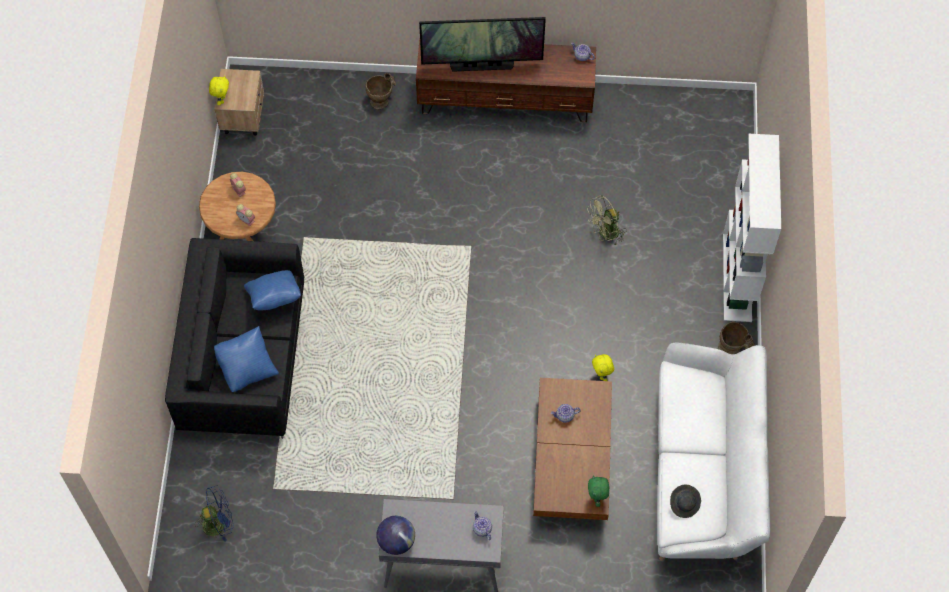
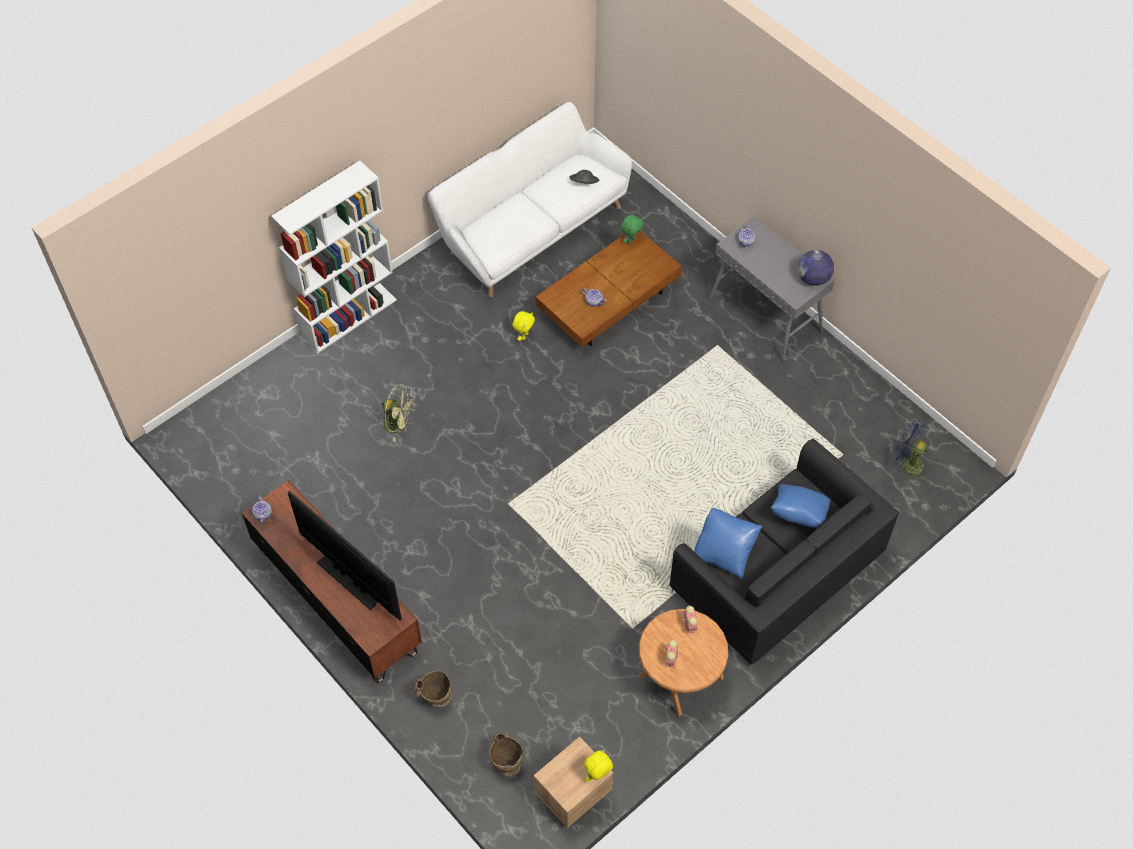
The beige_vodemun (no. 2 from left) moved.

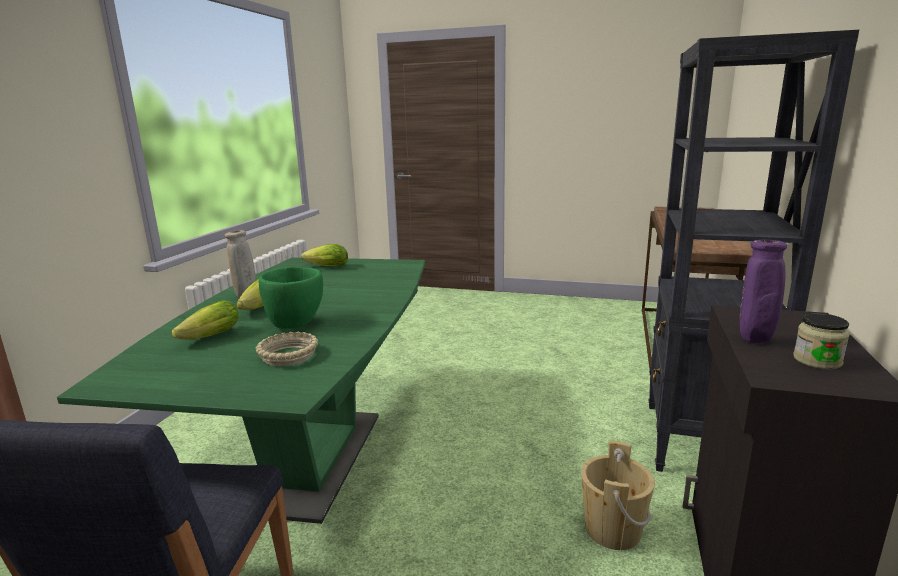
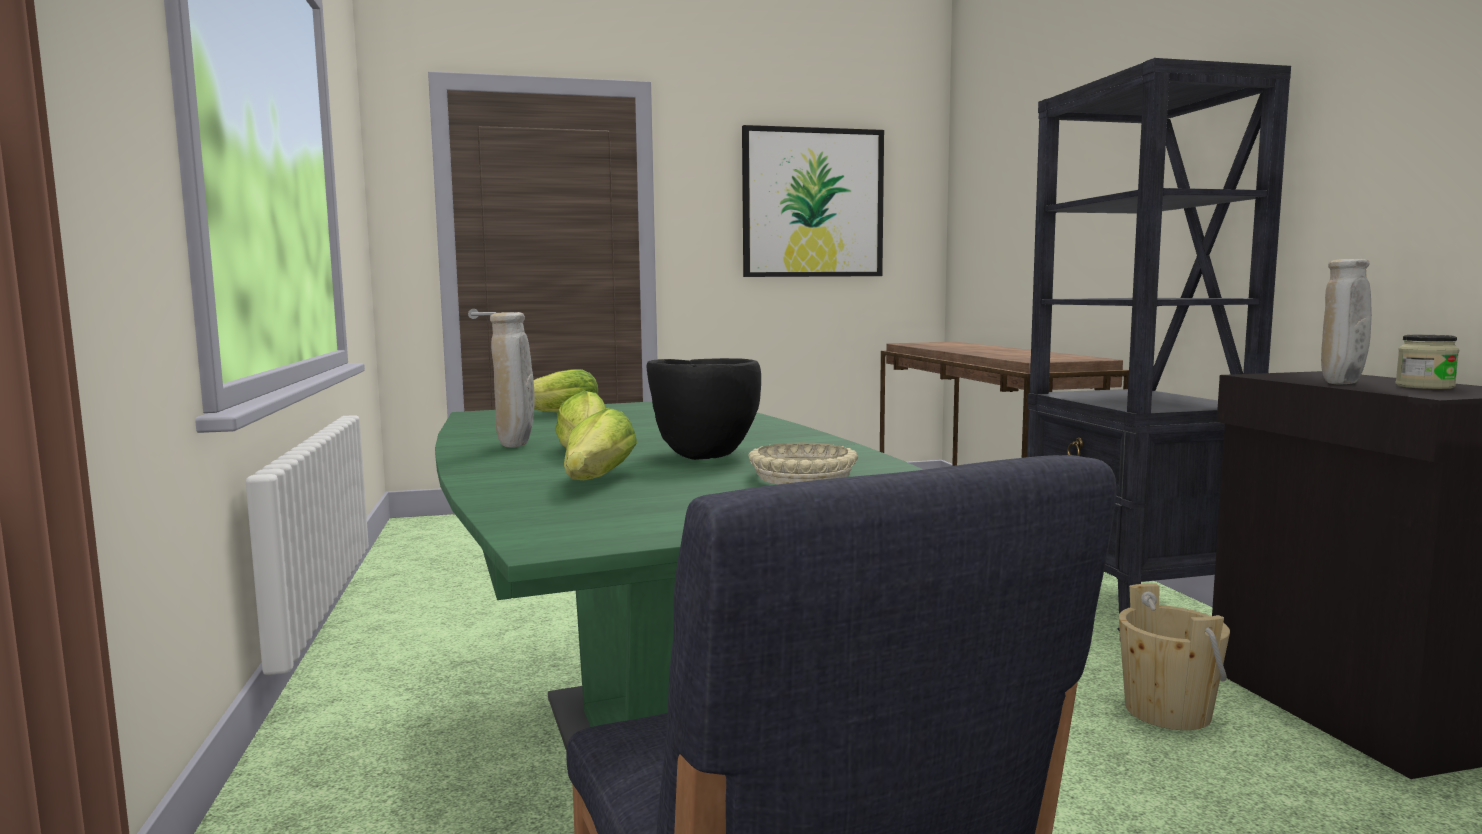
The purple_vodemun became the beige_vodemun (no. 2 from left).
The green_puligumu became the black_puligumu.
The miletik appeared.

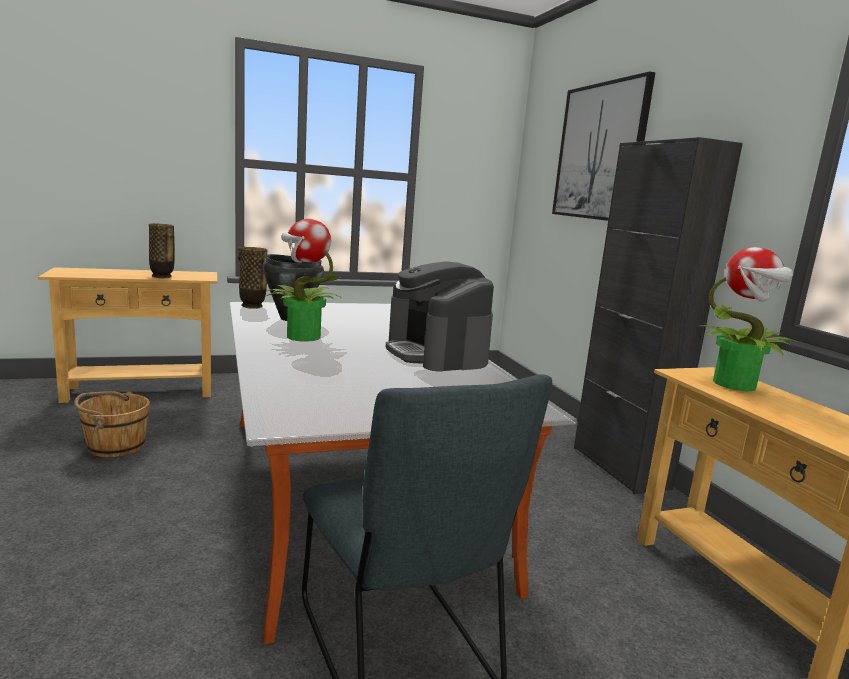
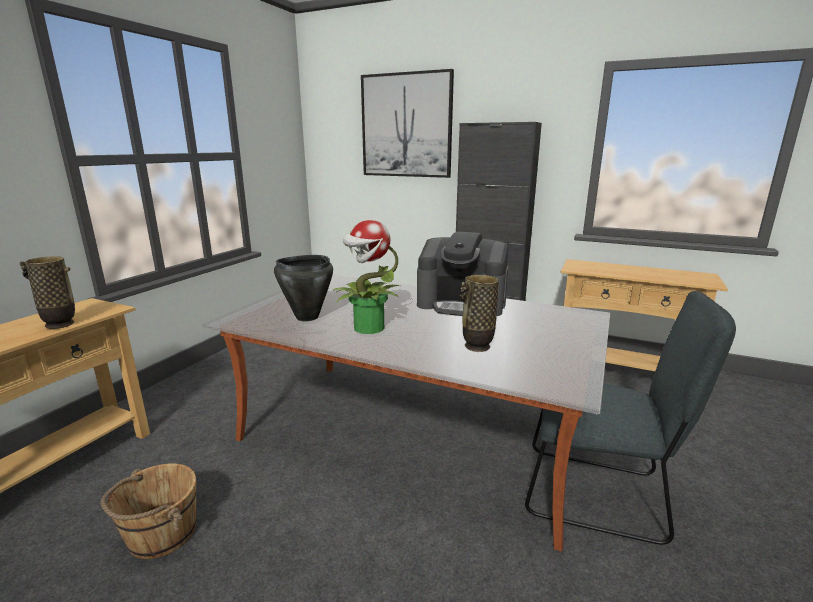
The vodemun (no. 2 from left) moved.
The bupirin (no. 2 from left) disappeared.

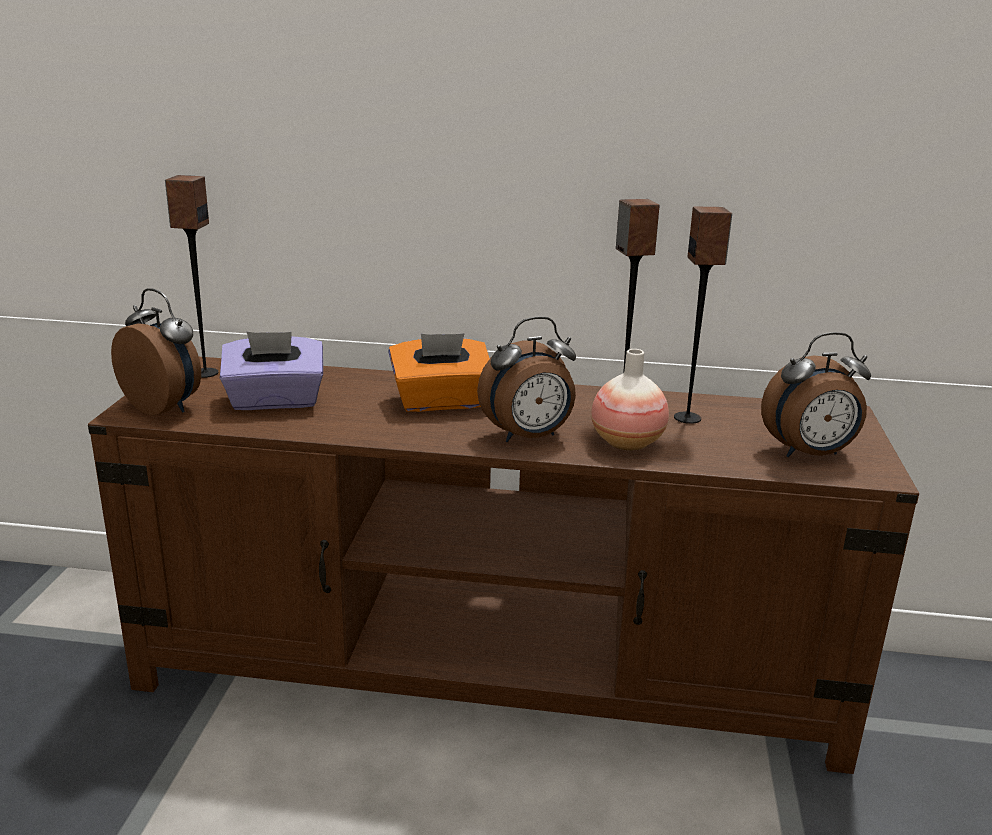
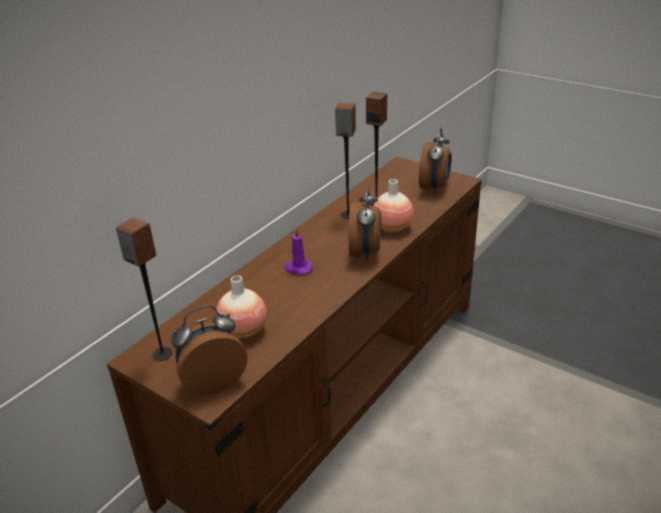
The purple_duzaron was replaced by the vodemun (no. 1 from left).
The orange_duzaron was replaced by the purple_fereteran.

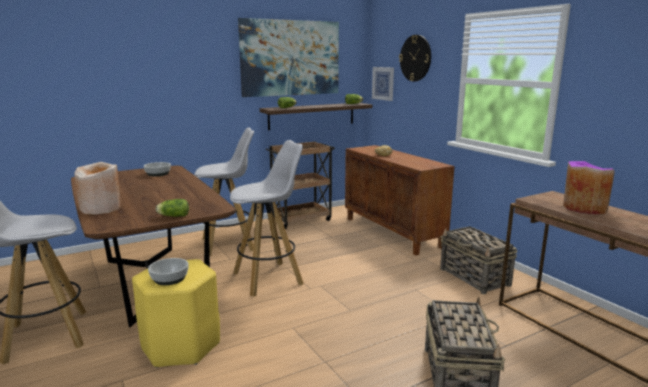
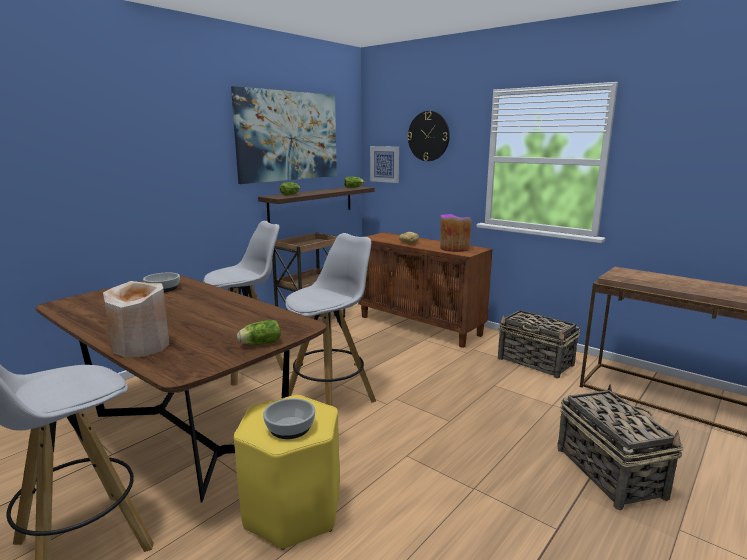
The purple_vodemun moved.

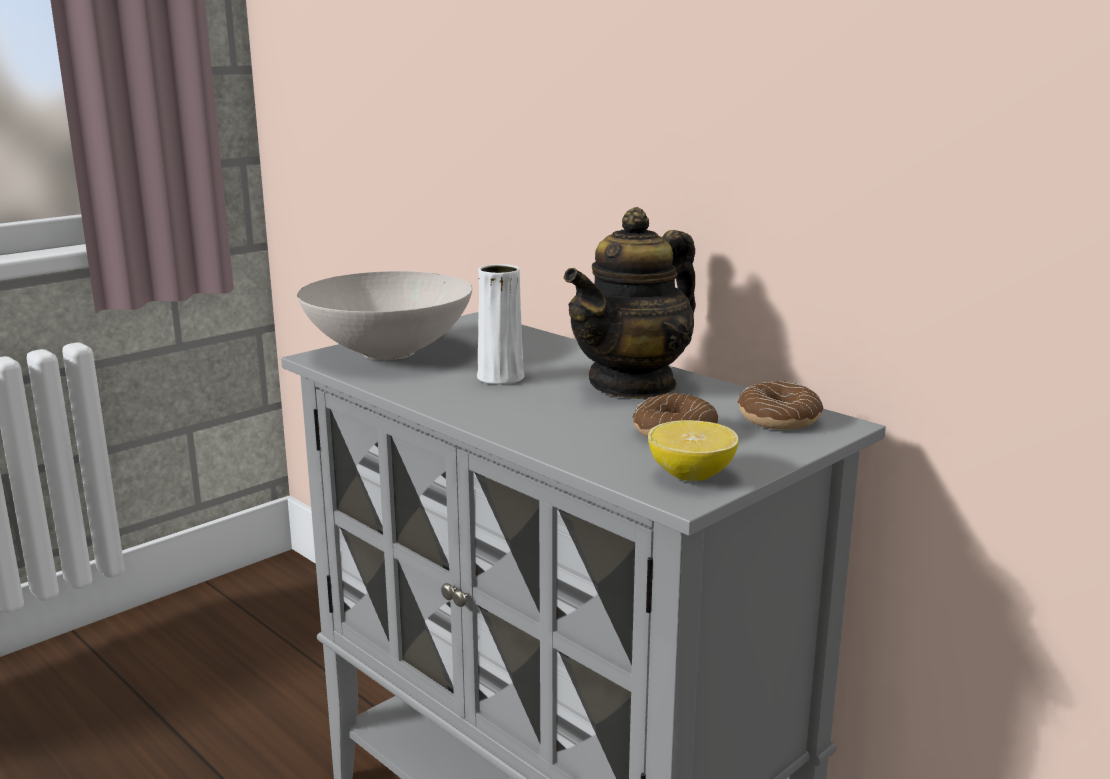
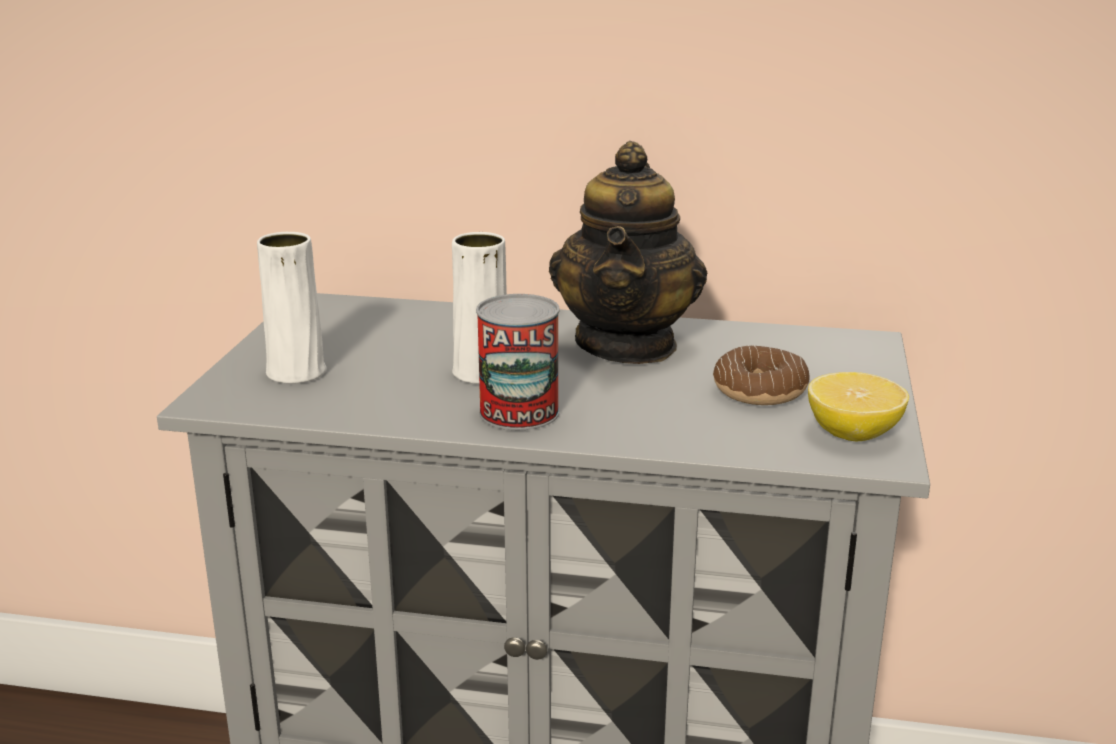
The white_puligumu was replaced by the white_vodemun (no. 1 from left).
The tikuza (no. 2 from left) disappeared.
The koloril appeared.

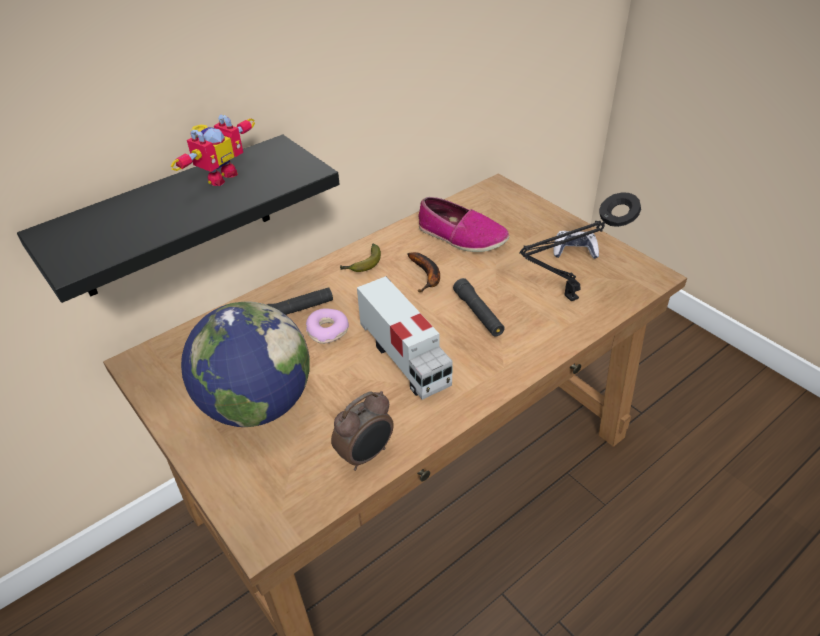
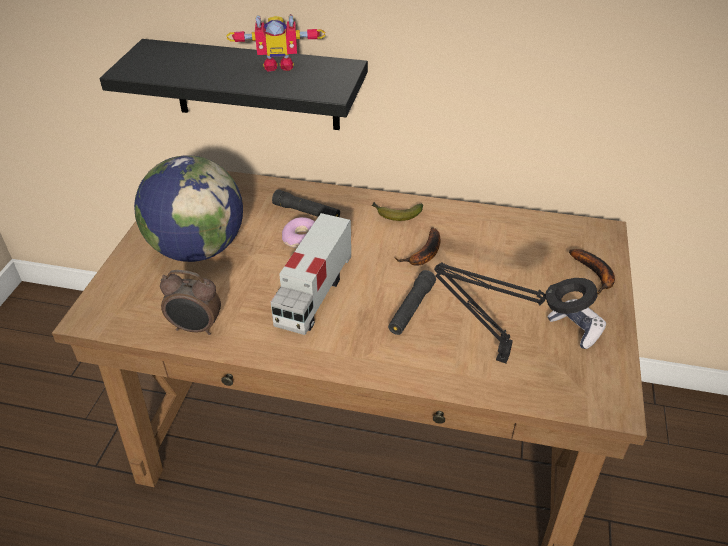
The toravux disappeared.
The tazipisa (no. 3 from left) appeared.

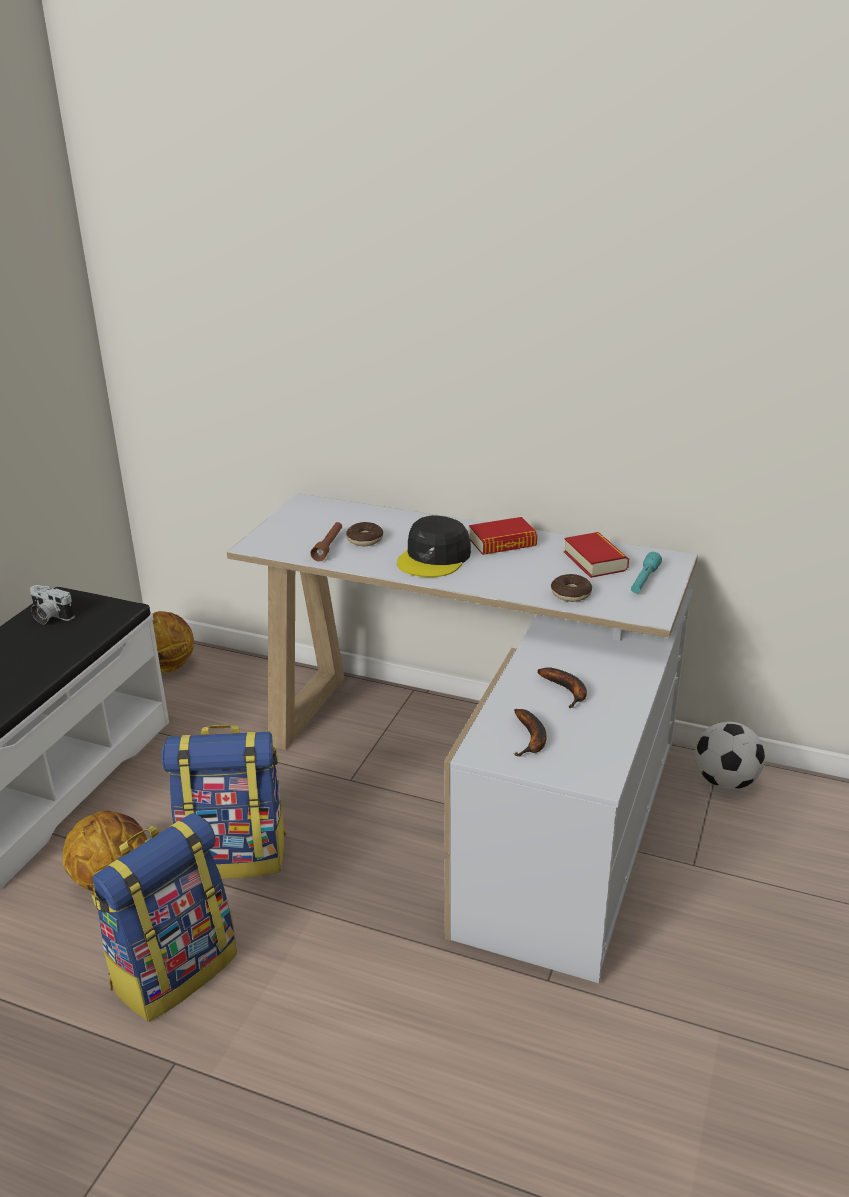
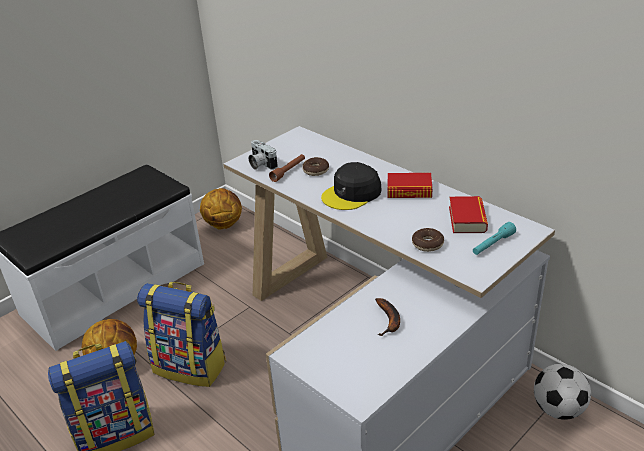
The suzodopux moved.
The tazipisa (no. 1 from left) disappeared.

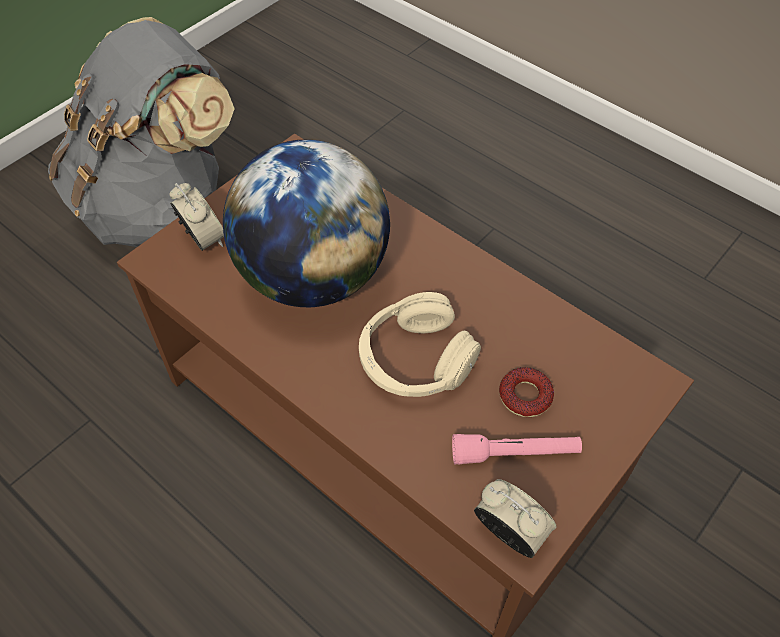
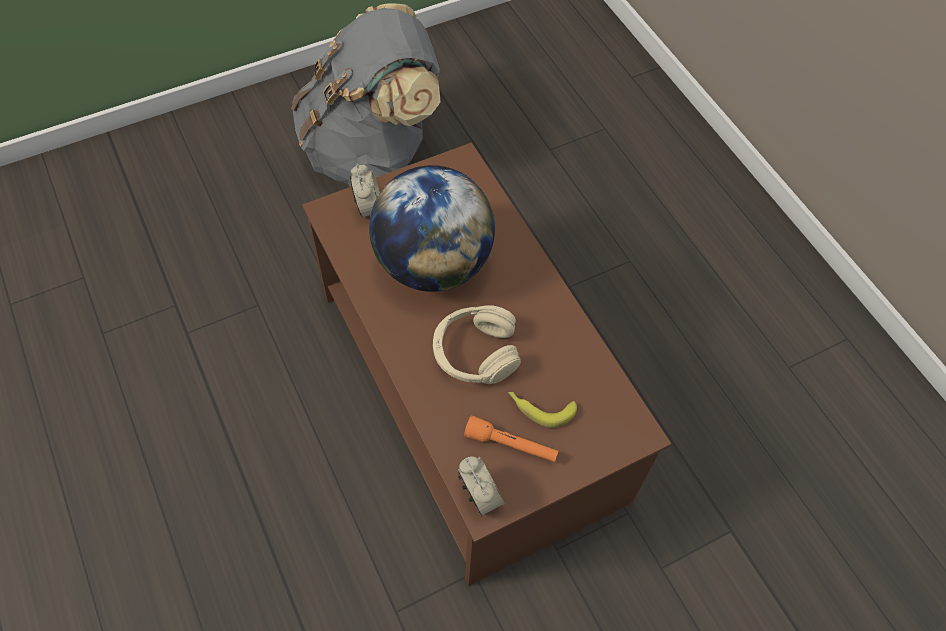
The tikuza was replaced by the tazipisa.
The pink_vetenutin became the orange_vetenutin.

